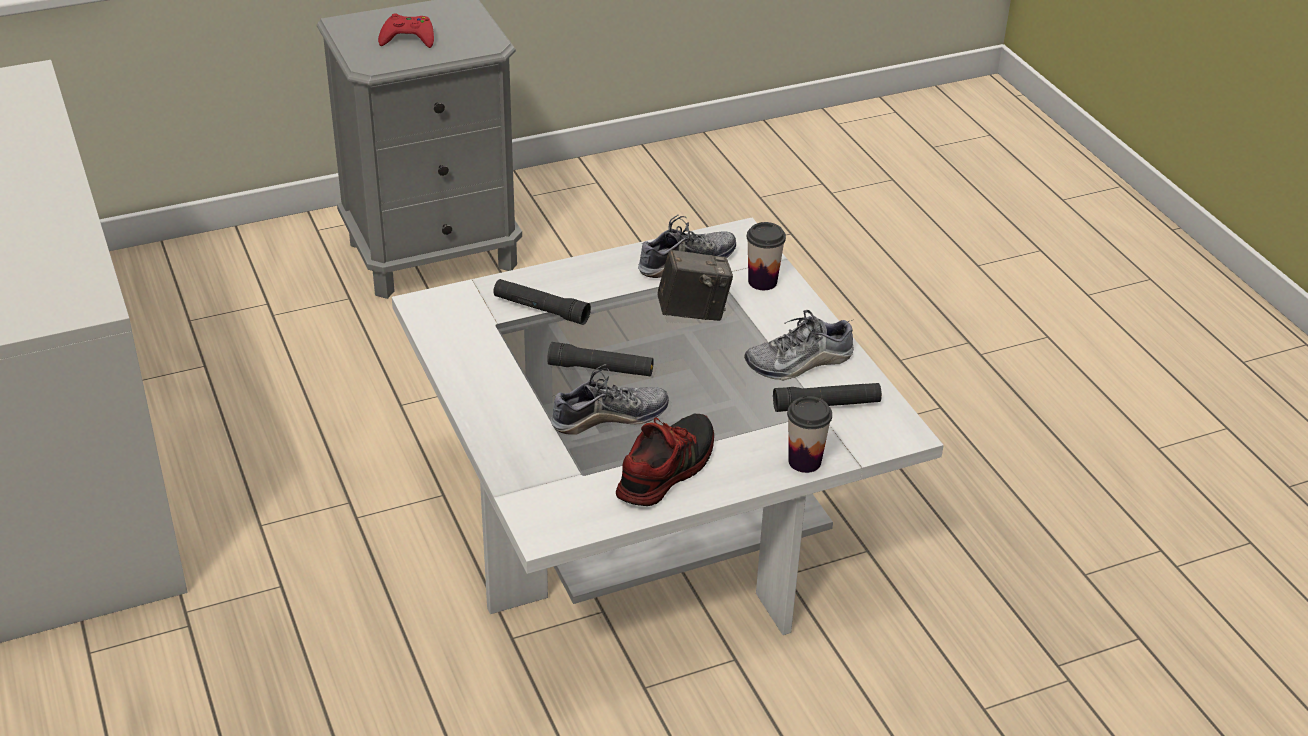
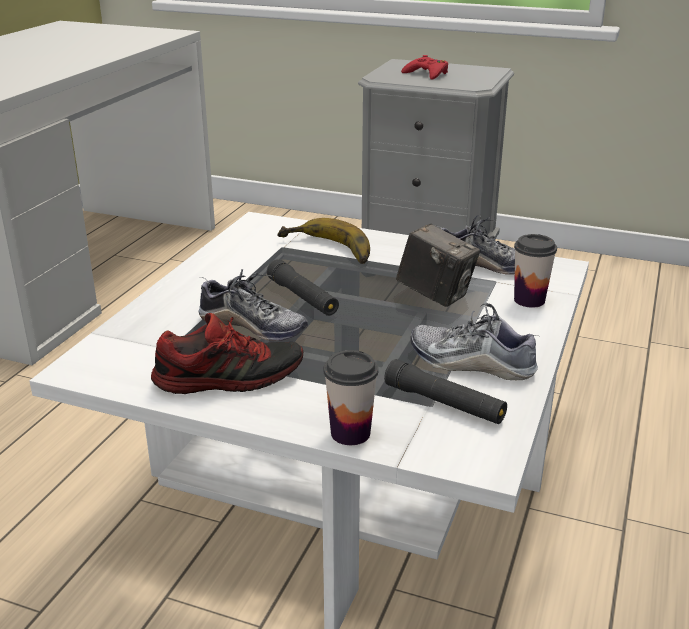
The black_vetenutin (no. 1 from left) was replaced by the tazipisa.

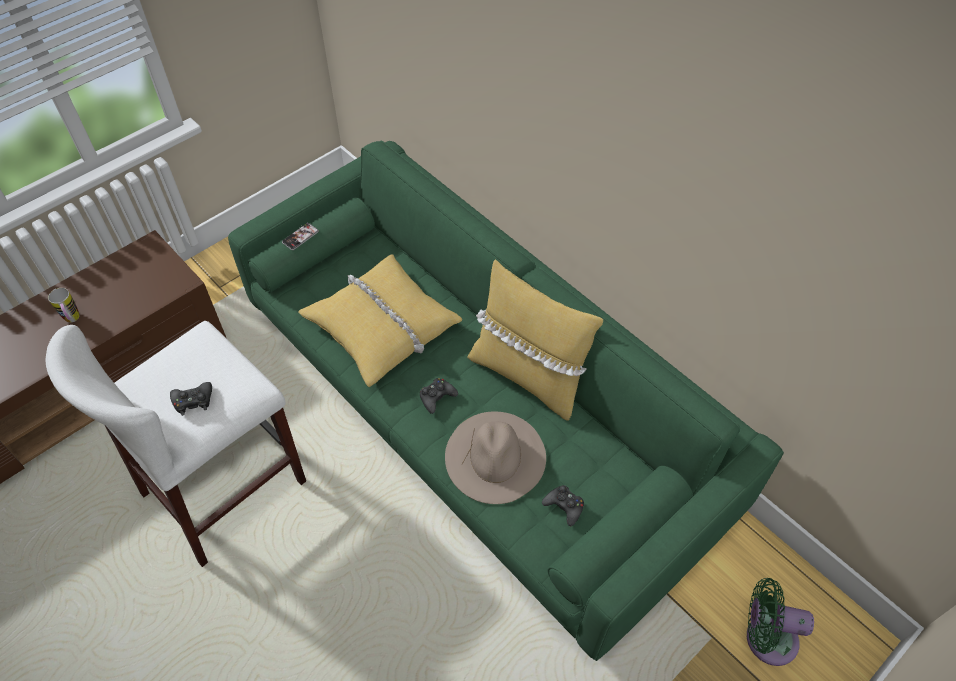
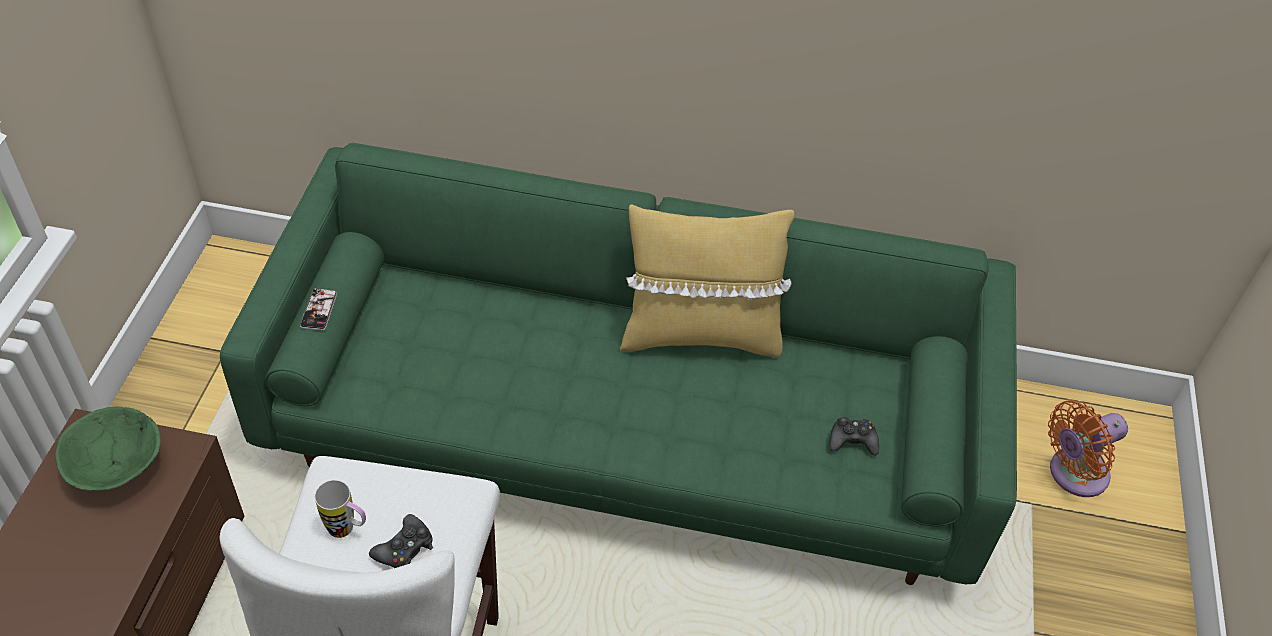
The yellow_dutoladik (no. 1 from left) disappeared.
The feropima moved.
The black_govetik (no. 2 from left) disappeared.
The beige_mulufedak disappeared.
The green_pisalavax became the orange_pisalavax.
The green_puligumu appeared.

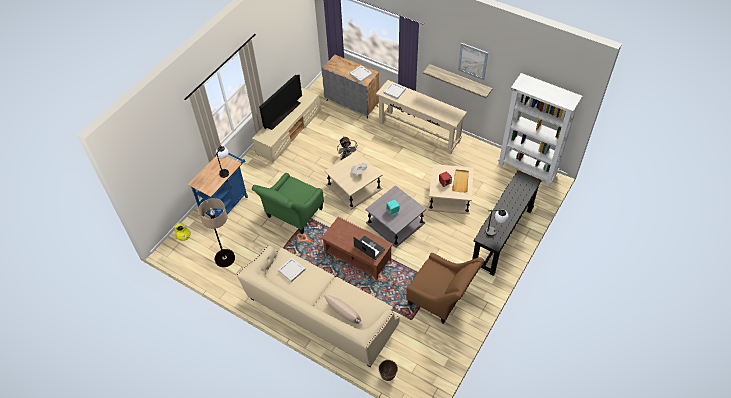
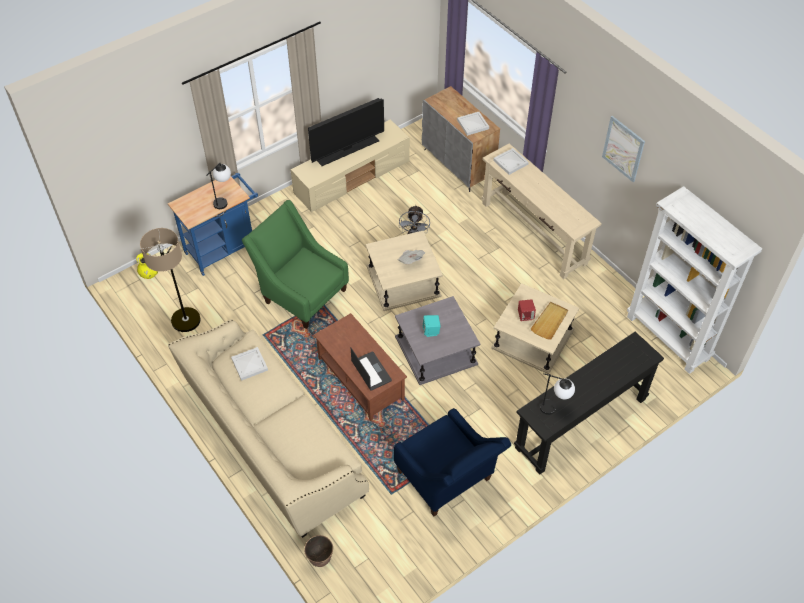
The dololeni disappeared.
The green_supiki turned 75 degrees clockwise.
The brown_supiki became the blue_supiki.
The beige_dutoladik disappeared.

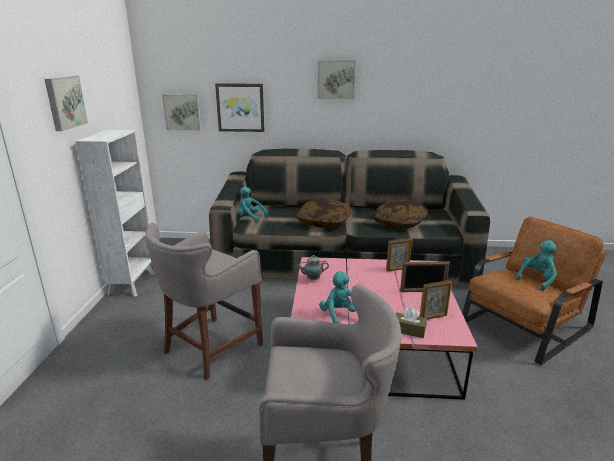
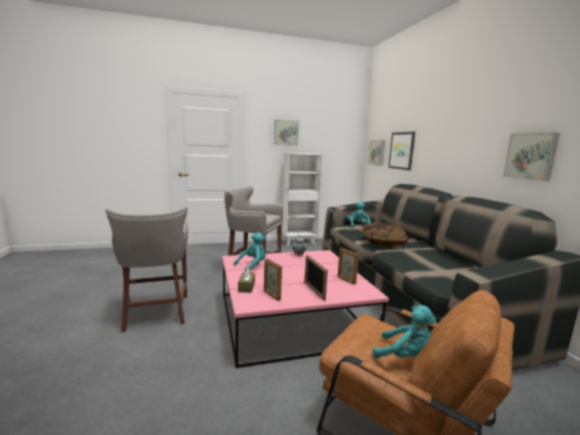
The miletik (no. 4 from left) moved.
The dutoladik (no. 2 from left) disappeared.

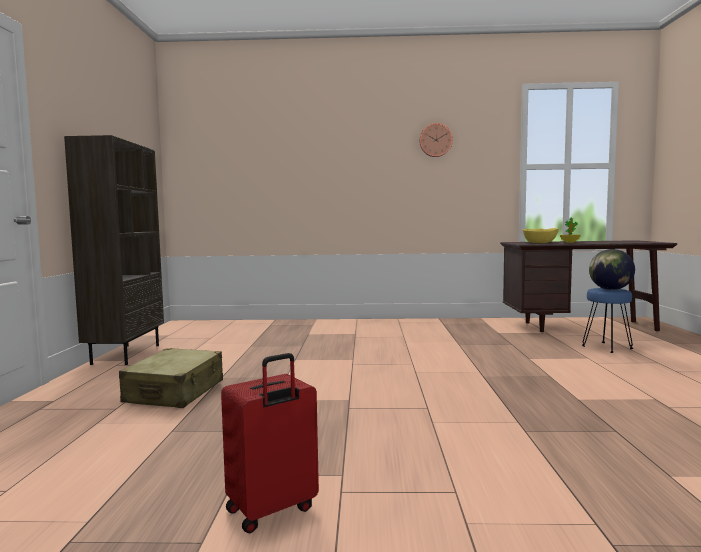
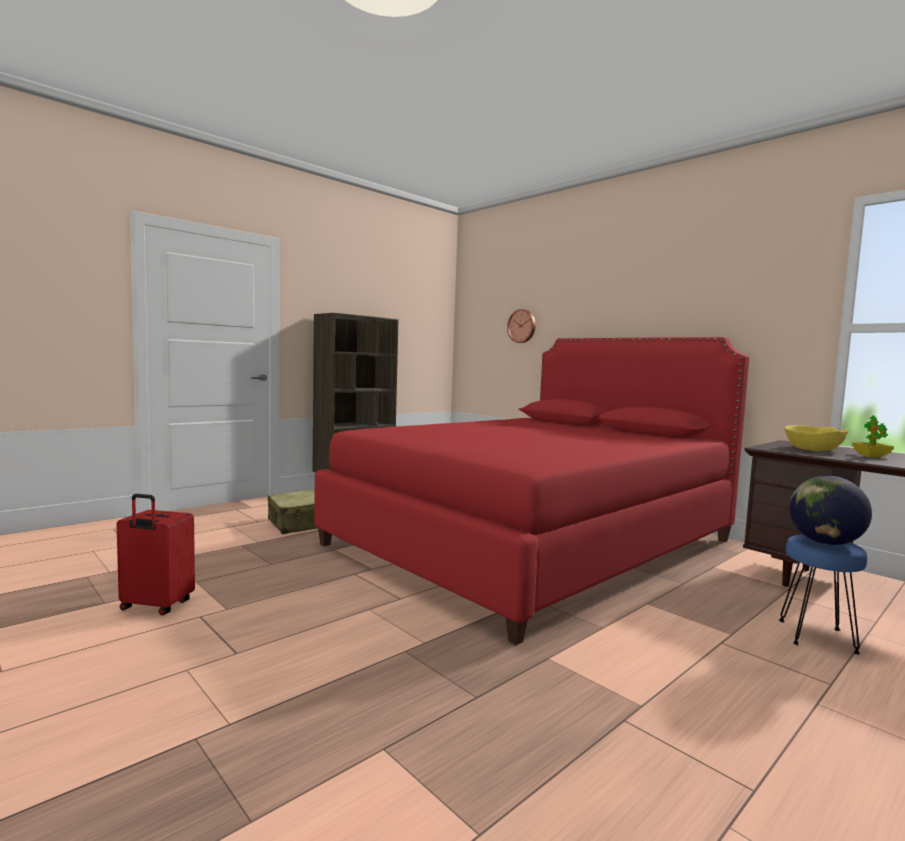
The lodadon moved.
The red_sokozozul appeared.

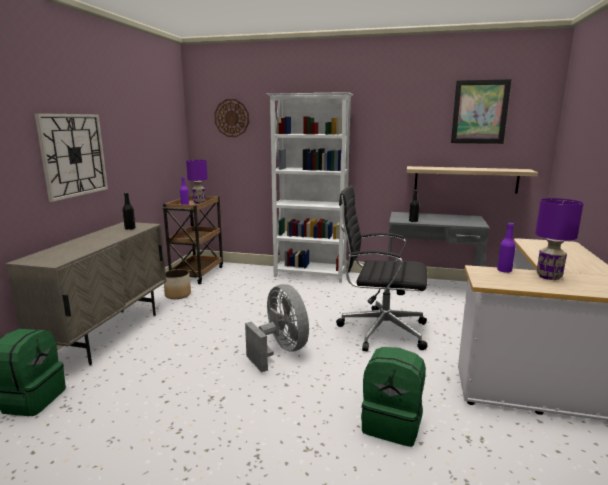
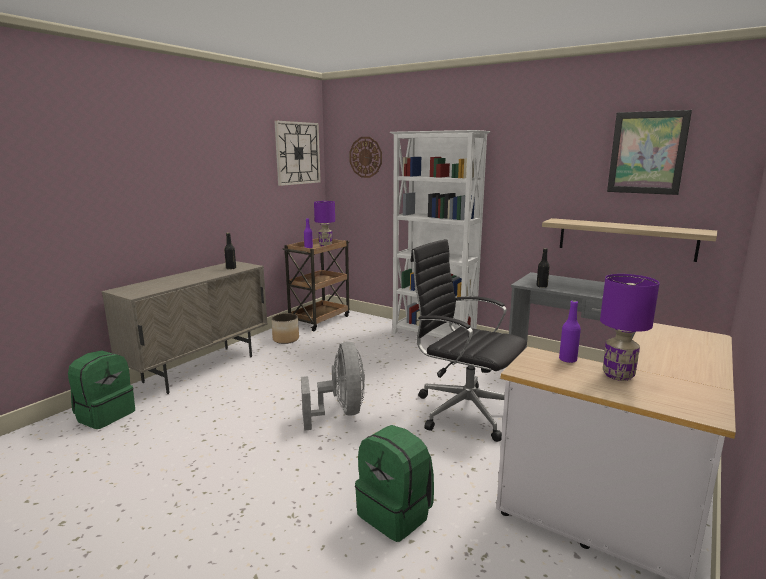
The lodadon (no. 1 from left) moved.

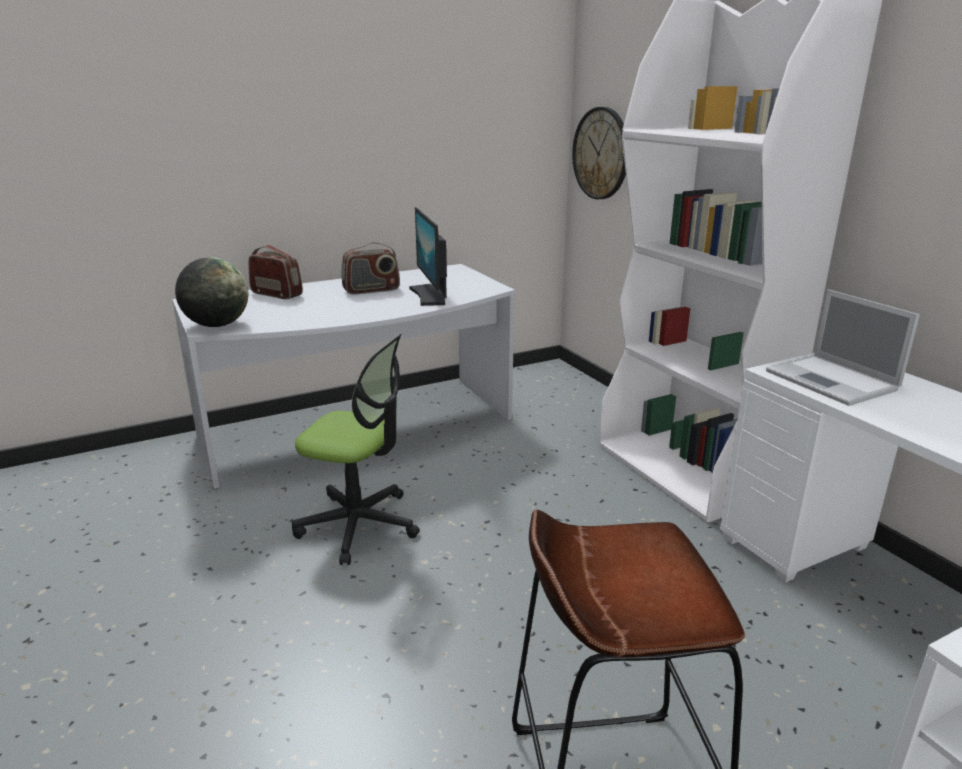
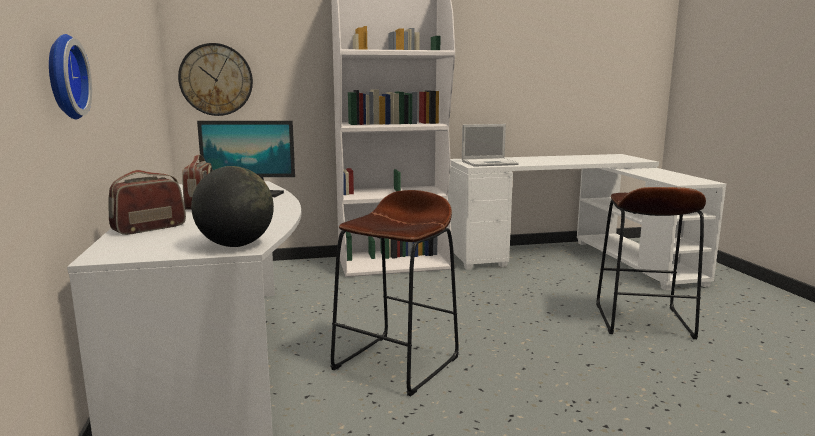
The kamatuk was replaced by the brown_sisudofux (no. 1 from left).
The lodadon (no. 1 from left) appeared.

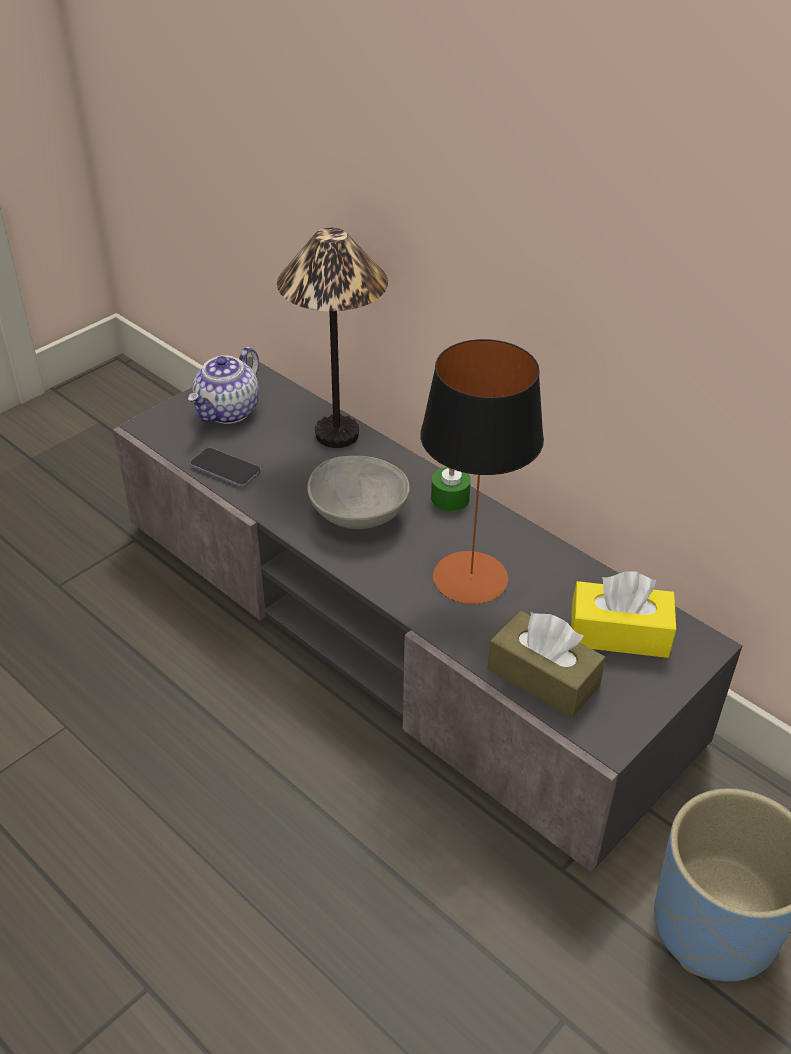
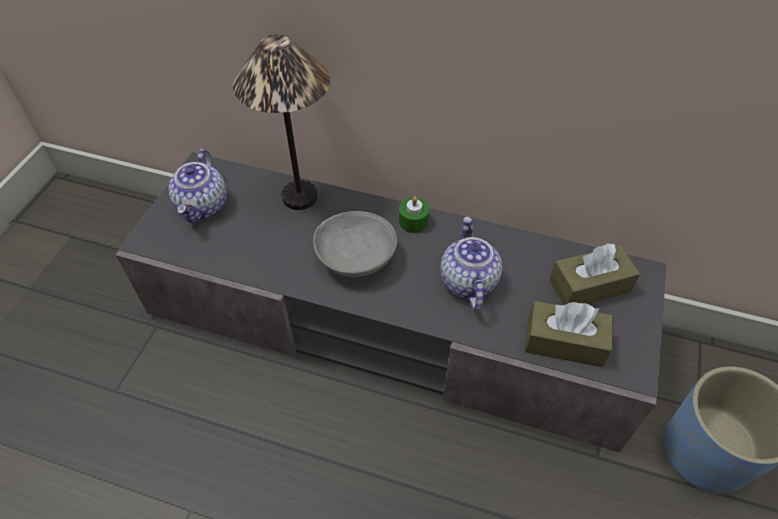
The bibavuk (no. 2 from left) was replaced by the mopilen (no. 2 from left).
The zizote disappeared.
The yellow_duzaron became the brown_duzaron (no. 2 from left).

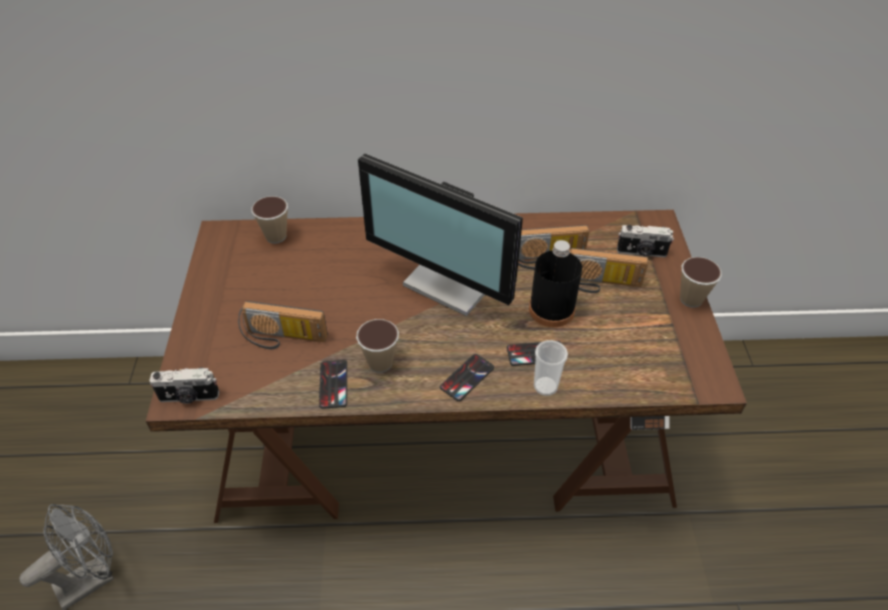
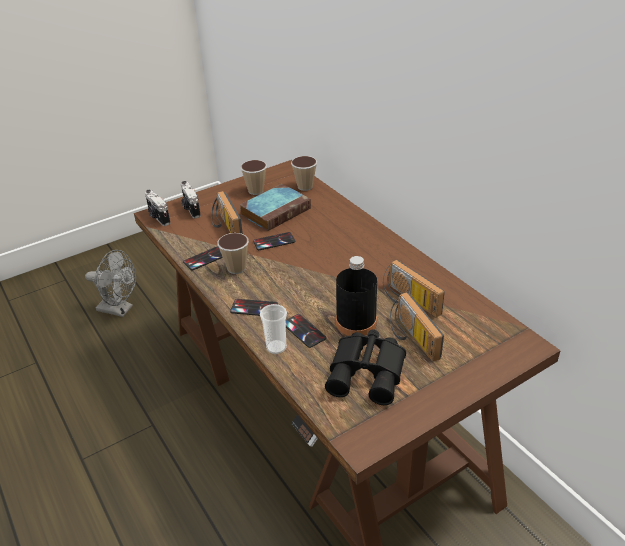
The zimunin disappeared.
The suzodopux (no. 2 from left) moved.
The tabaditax (no. 4 from left in the first image) moved.
The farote appeared.
The zizote (no. 3 from left) appeared.
The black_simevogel appeared.

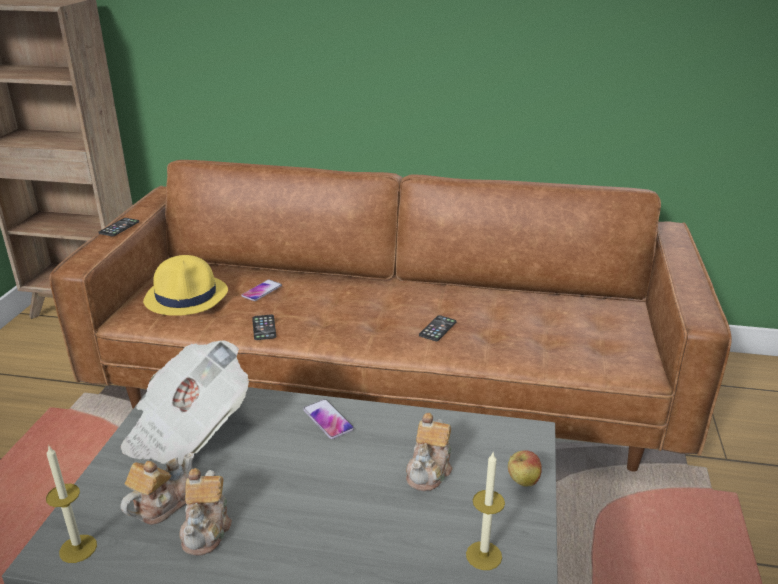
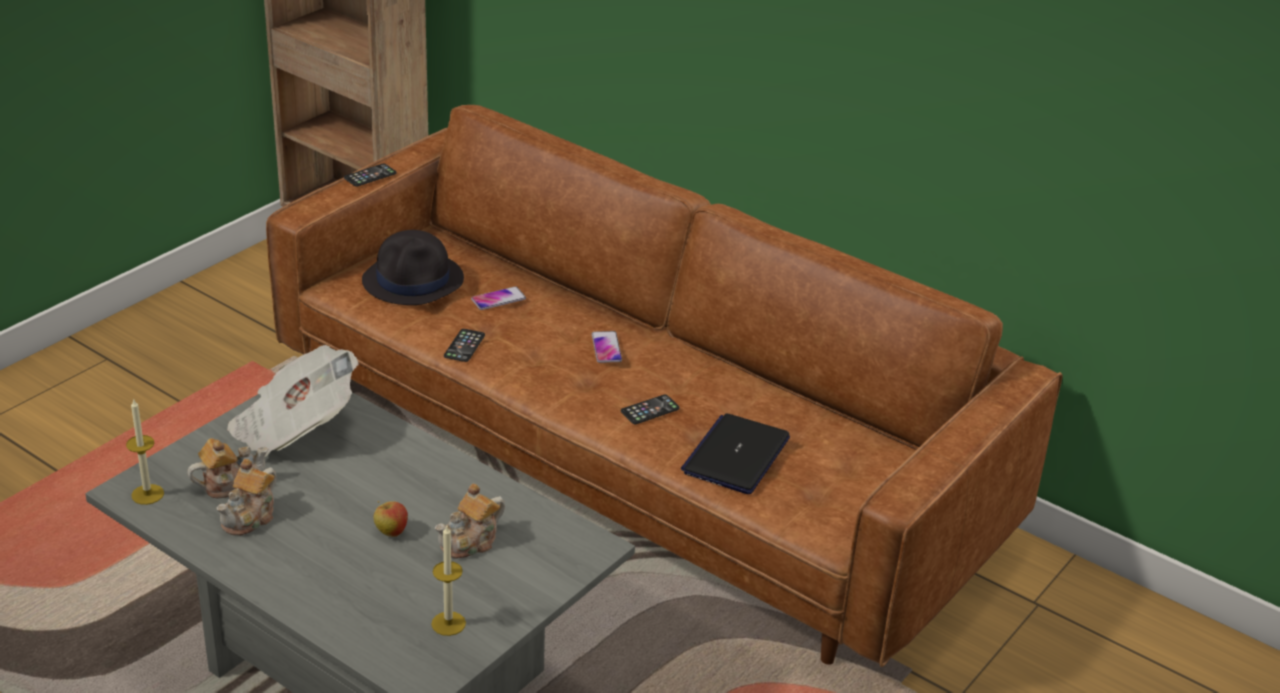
The yellow_mulufedak became the black_mulufedak.
The zizote (no. 4 from left) moved.
The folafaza moved.
The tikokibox appeared.

